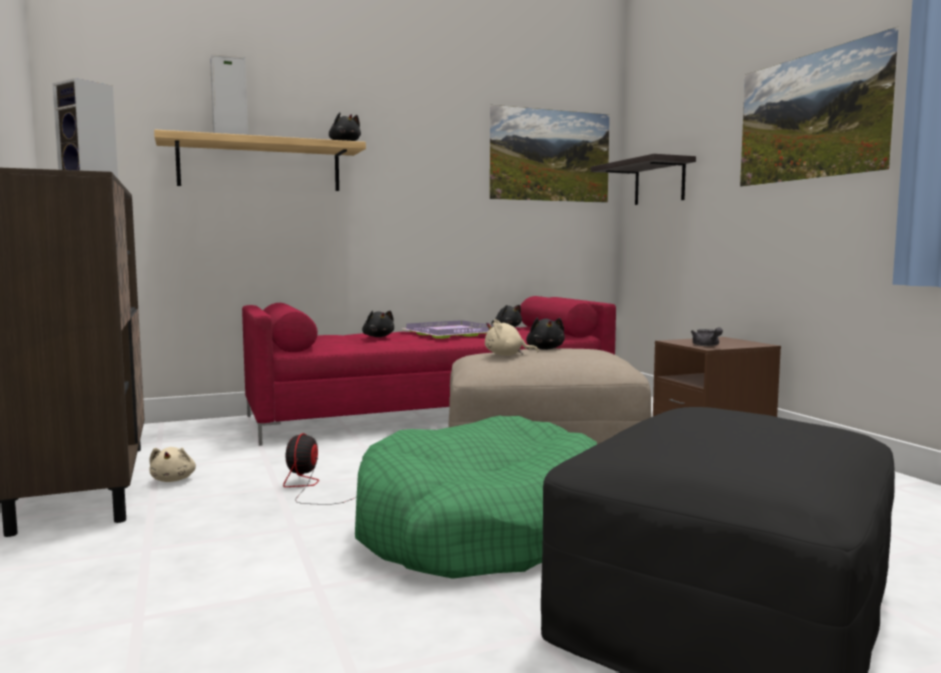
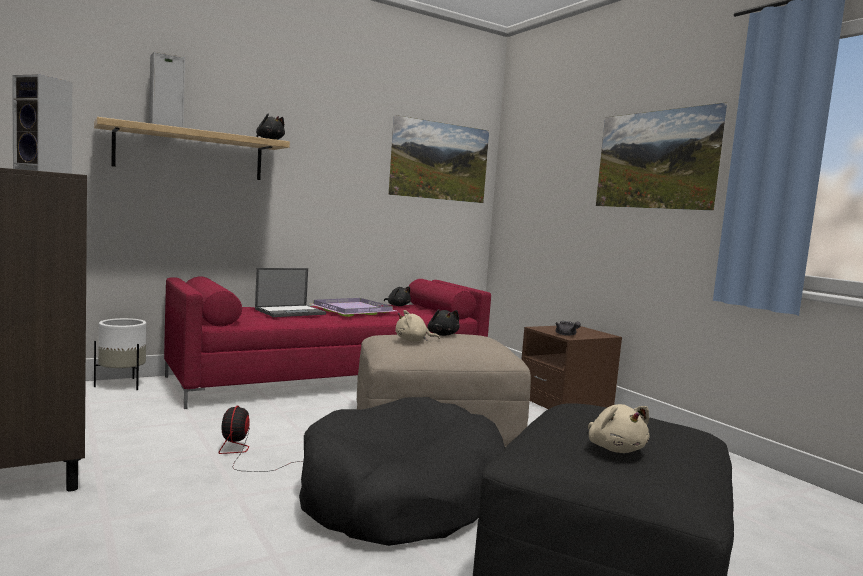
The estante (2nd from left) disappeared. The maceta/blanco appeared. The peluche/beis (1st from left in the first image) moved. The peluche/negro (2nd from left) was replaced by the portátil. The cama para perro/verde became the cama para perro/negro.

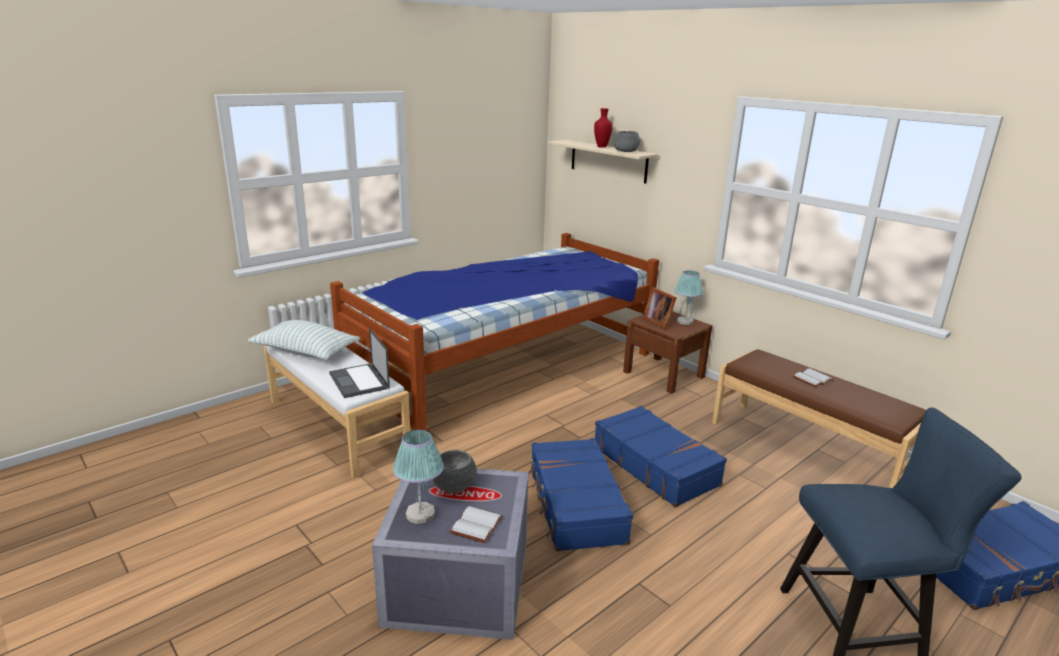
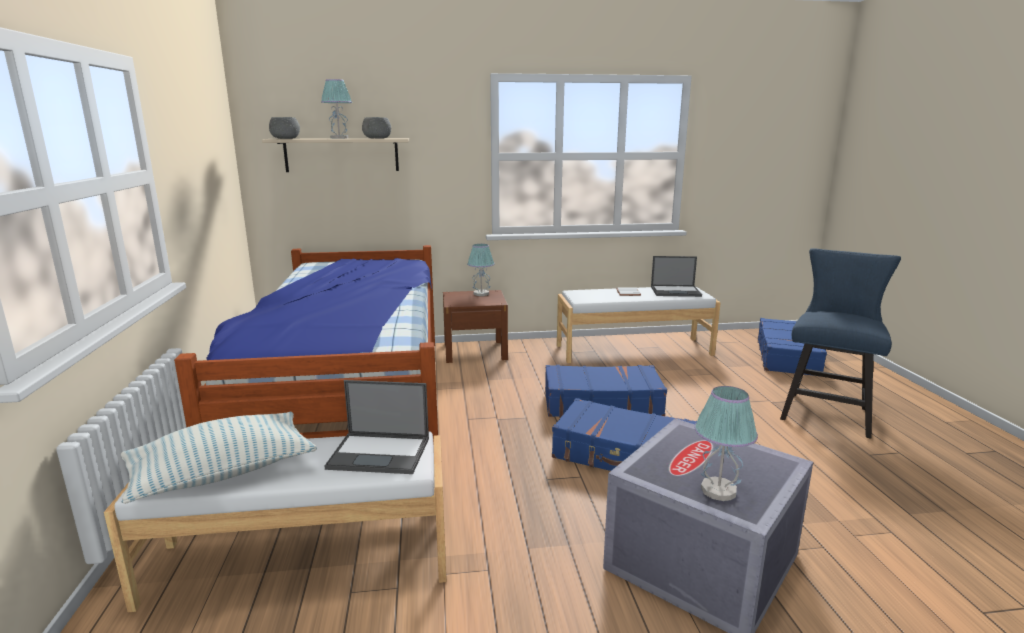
The libro/blanco (1st from left) disappeared. The portarretratos disappeared. The portátil (2nd from left) appeared. The cuenco/gris (1st from left) moved. The florero/rojo was replaced by the lámpara de mesa (1st from left). The banco/marrón became the banco/blanco (2nd from left).

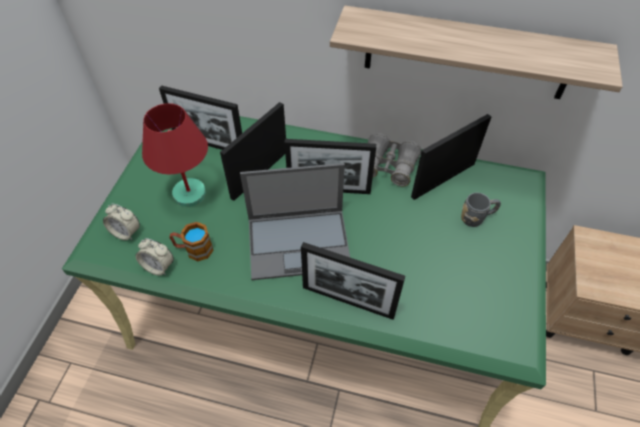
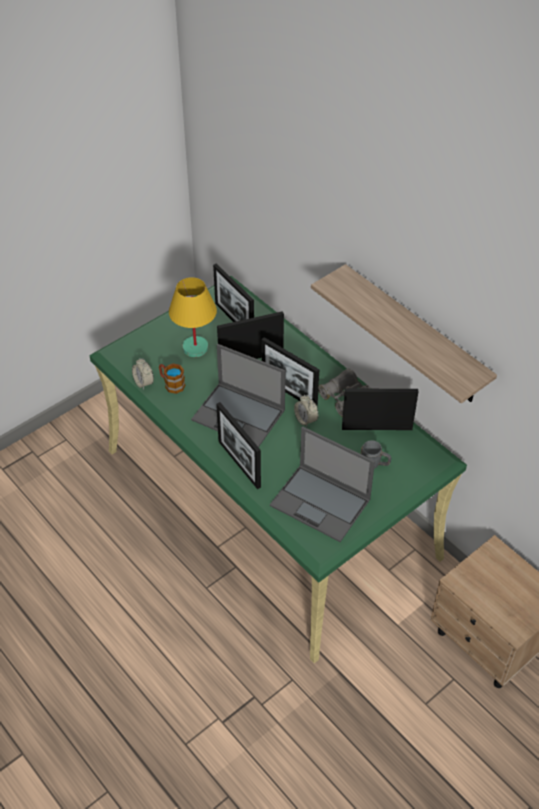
The portátil (2nd from left) appeared. The despertador (1st from left in the first image) moved. The lámpara de mesa/rojo became the lámpara de mesa/amarillo.

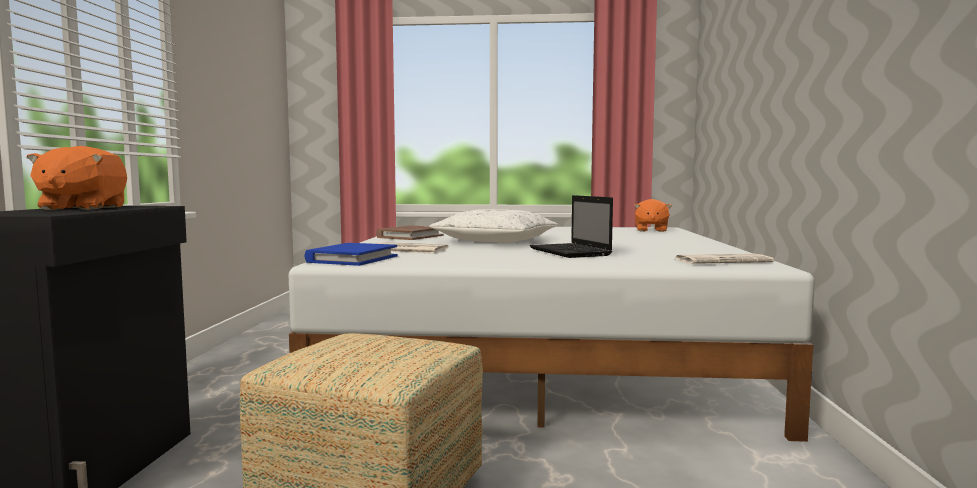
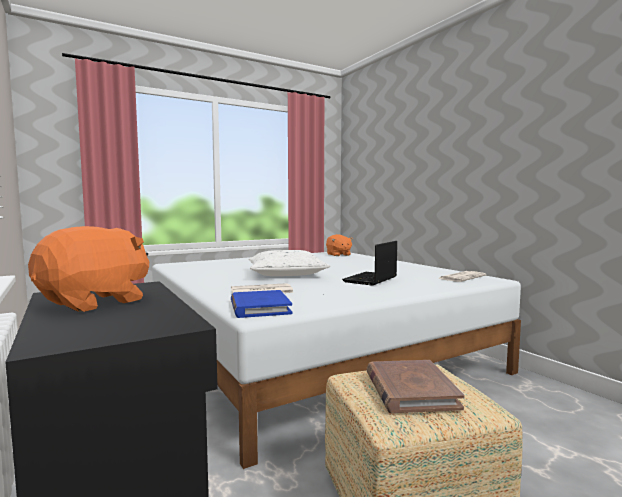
The libro/marrón moved. The peluche/naranja (1st from left) turned 105 degrees counterclockwise. The portátil turned 90 degrees clockwise.

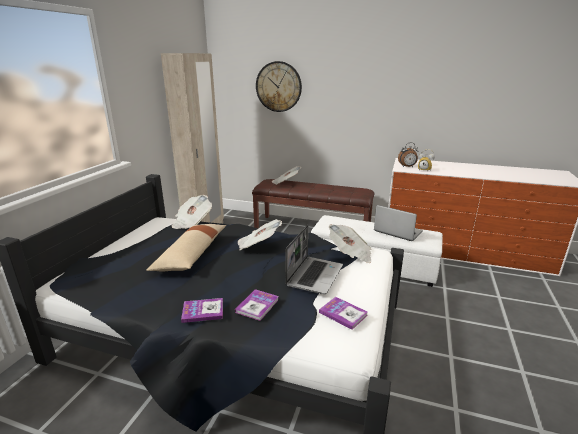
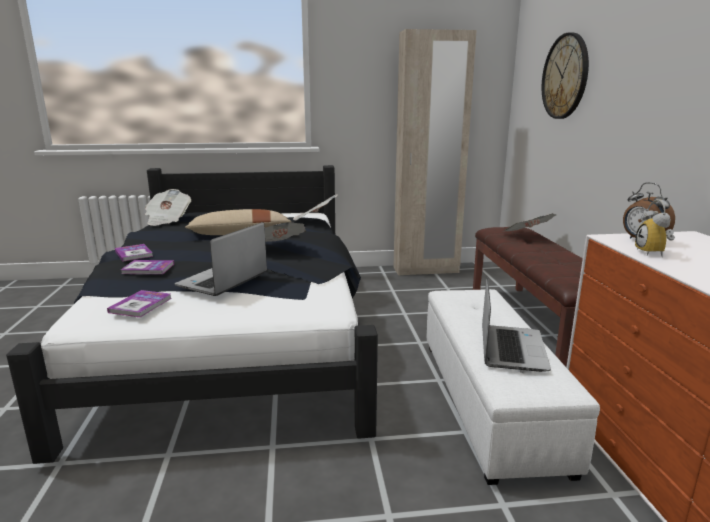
The periódico (4th from left in the first image) moved. The portátil (1st from left) turned 120 degrees clockwise.

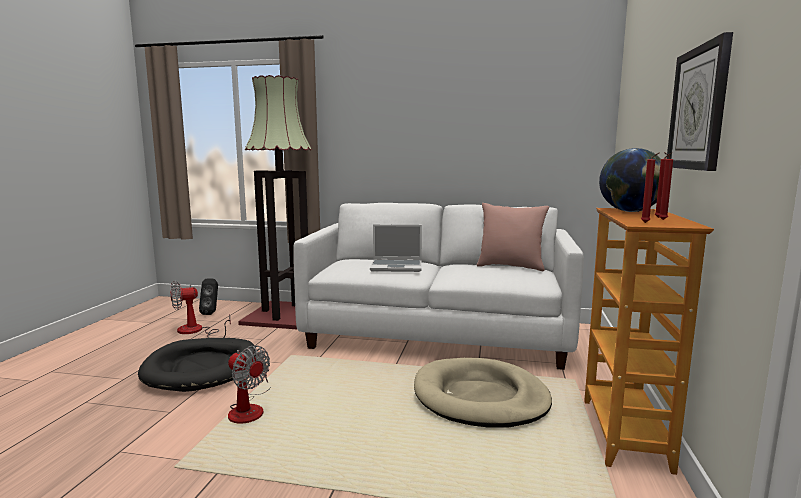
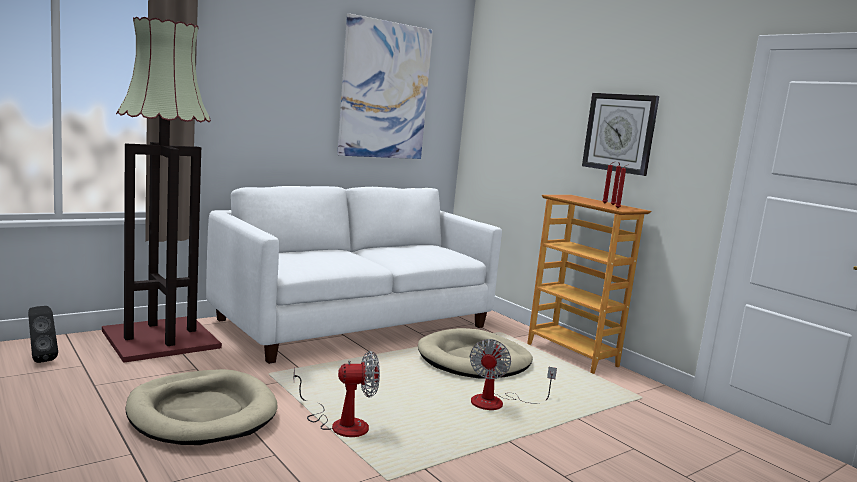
The portátil disappeared. The cojín/rosa disappeared. The globo terráqueo disappeared. The cuadro appeared. The ventilador (1st from left in the first image) moved. The cama para perro/negro became the cama para perro/beis (1st from left).

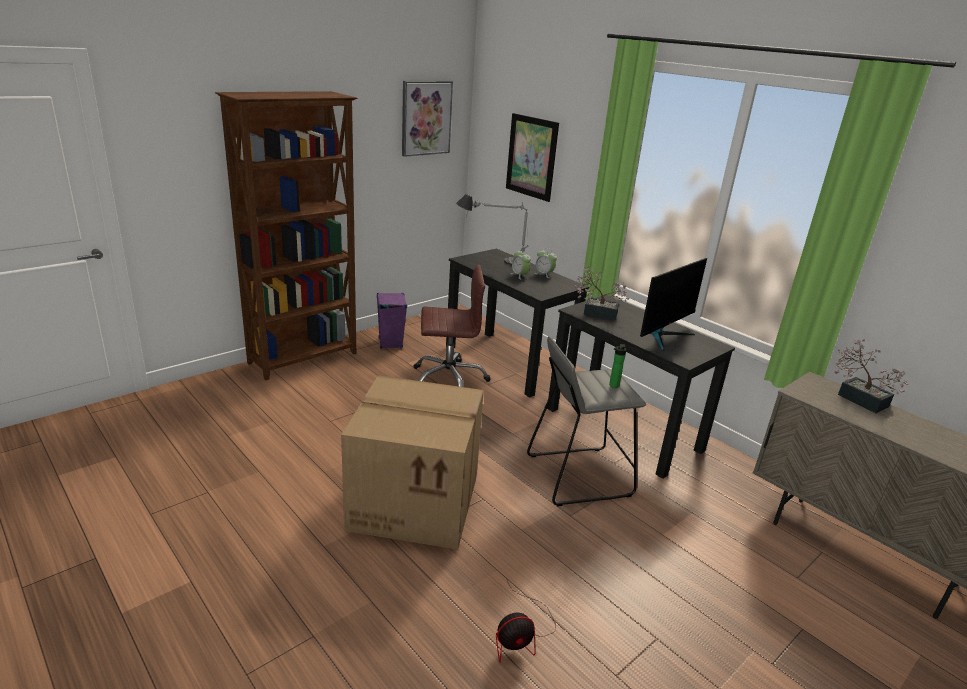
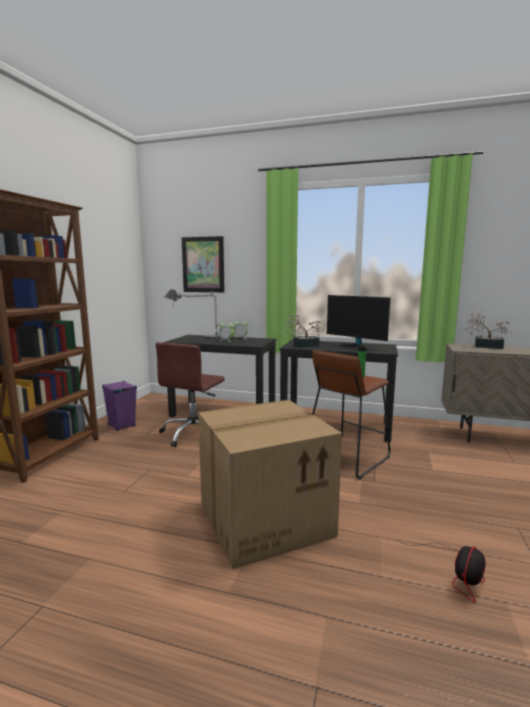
The cuadro (1st from left) disappeared. The taburete/gris became the taburete/marrón. The silla de oficina/marrón turned 150 degrees clockwise. The monitor turned 120 degrees clockwise.

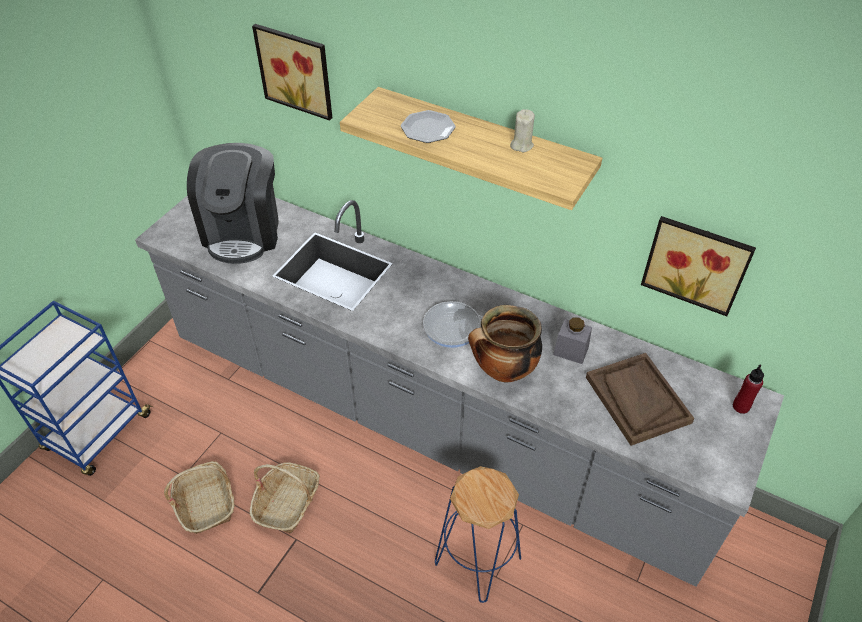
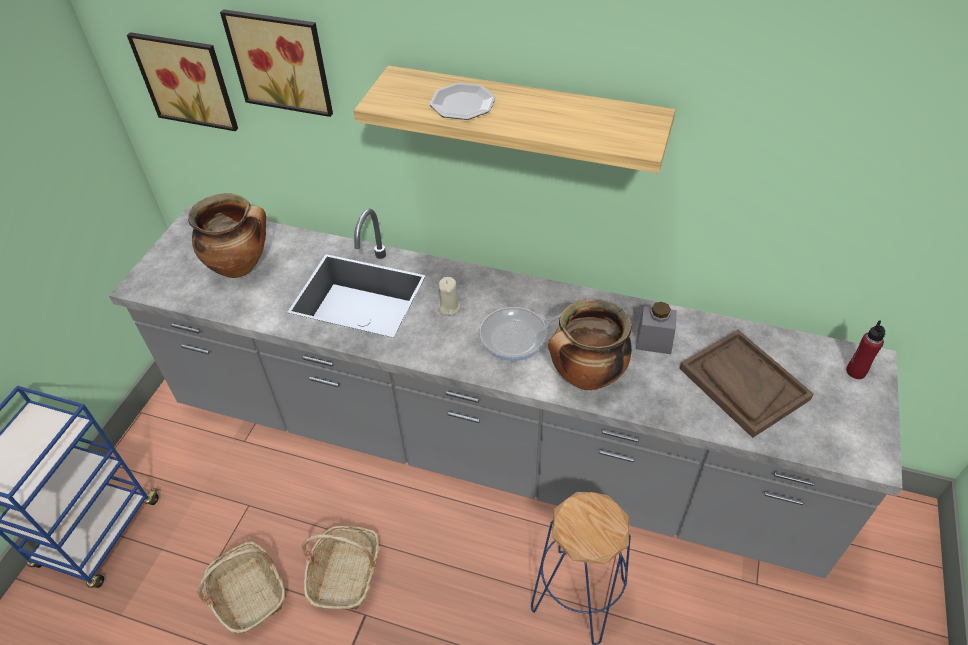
The vela/beis moved. The cuadro (2nd from left in the first image) moved. The cafetera was replaced by the olla (1st from left).

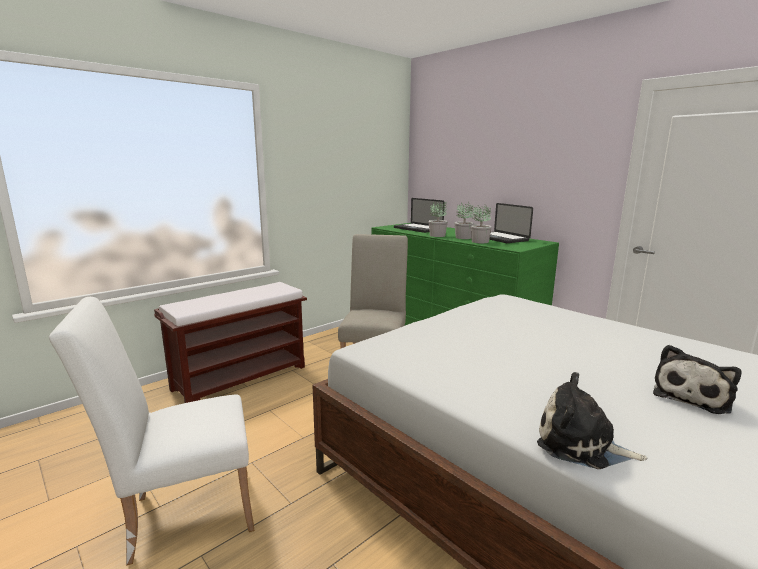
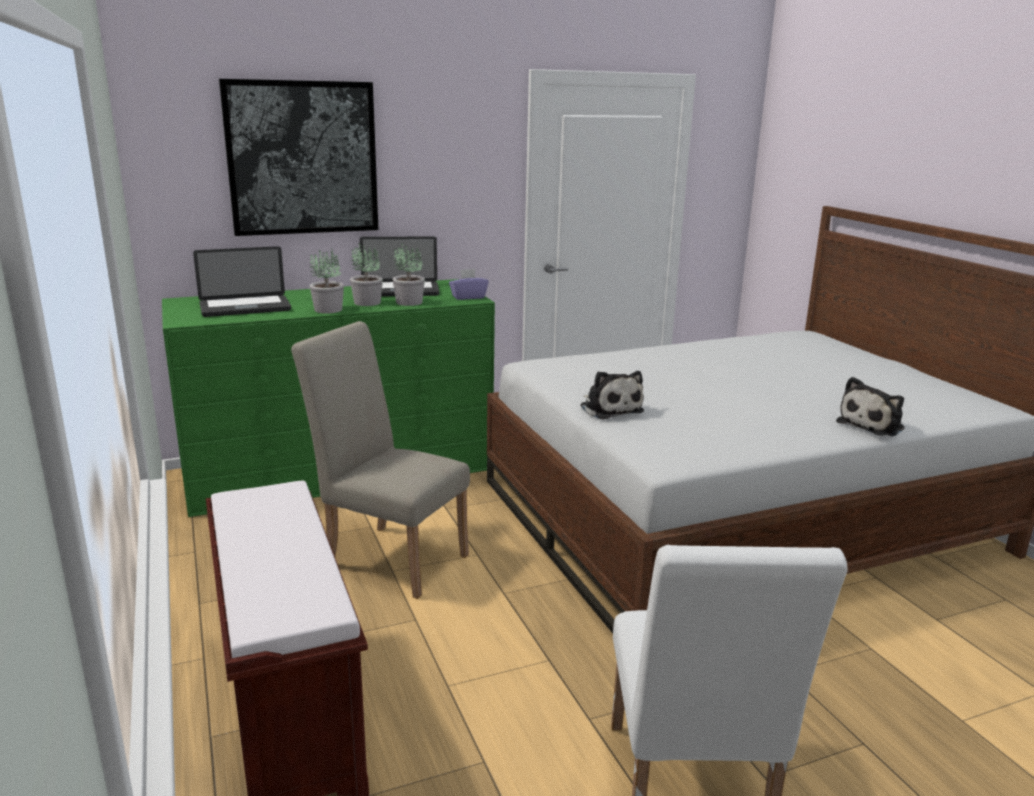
The cuadro appeared. The caja de pañuelos/morado appeared. The peluche (2nd from left in the first image) moved.

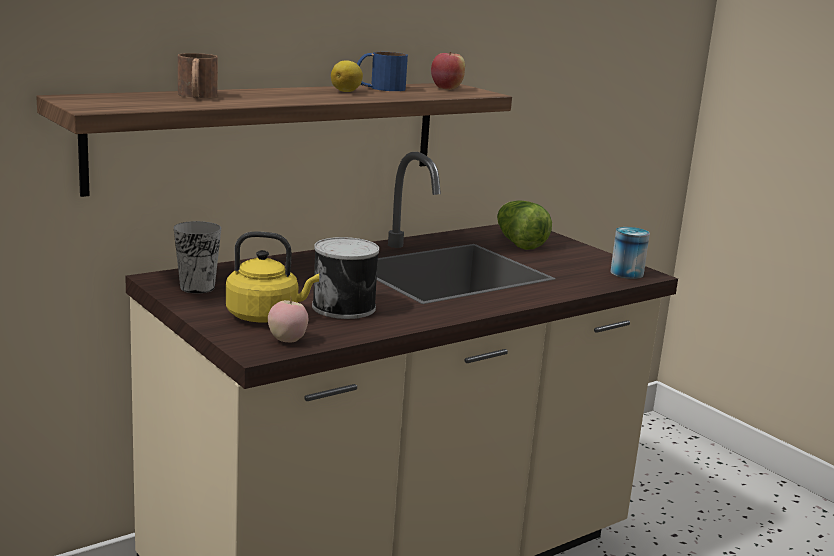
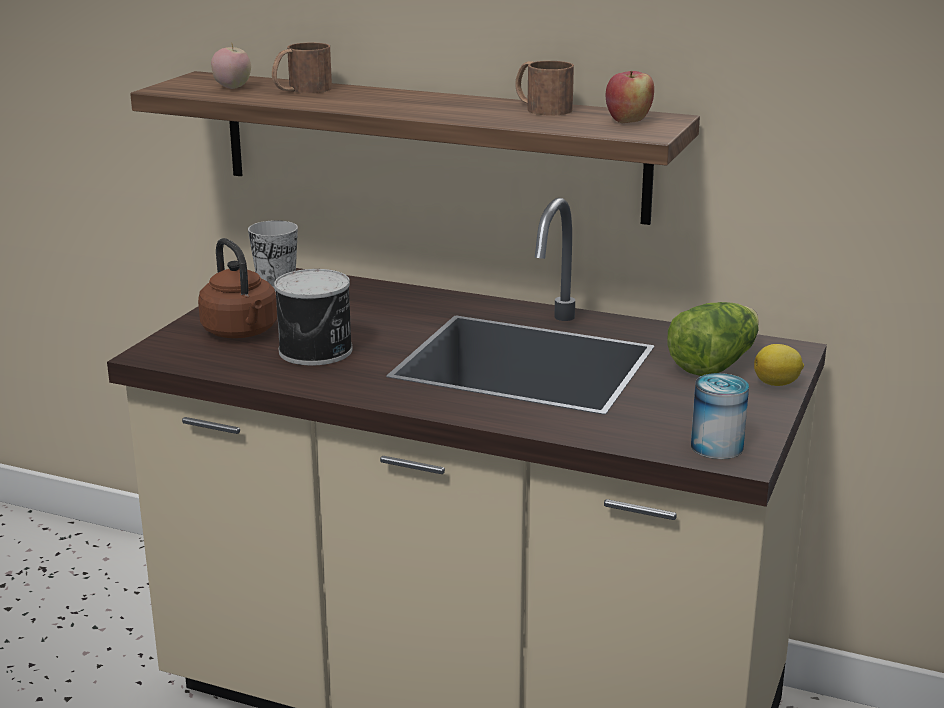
The manzana (1st from left) moved. The limón moved. The hervidor/amarillo became the hervidor/marrón. The taza grande/azul became the taza grande/marrón (2nd from left).

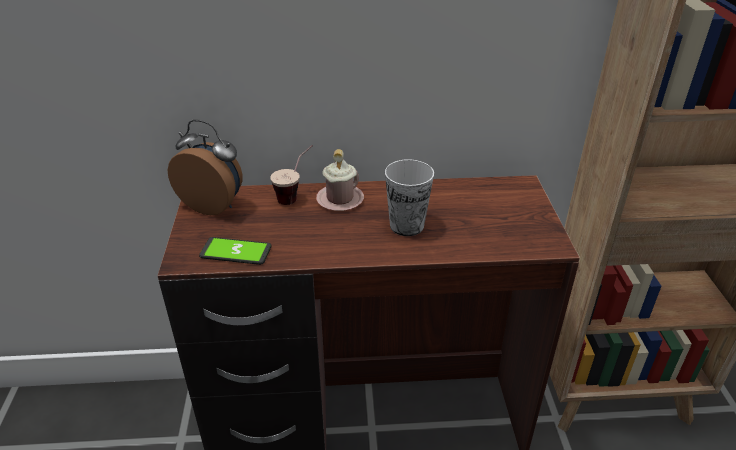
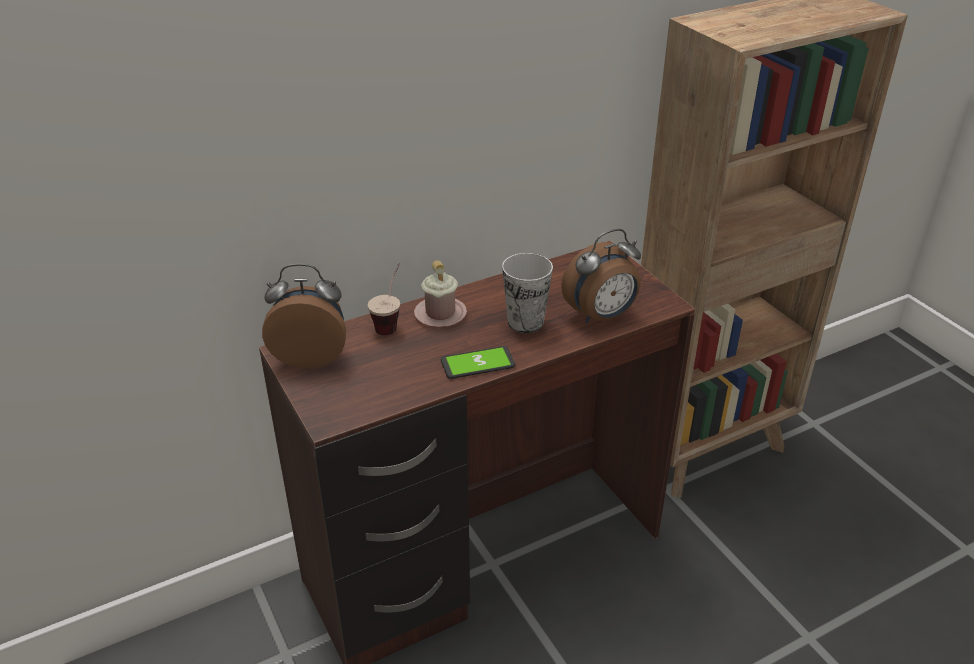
The despertador (2nd from left) appeared. The móvil moved.

